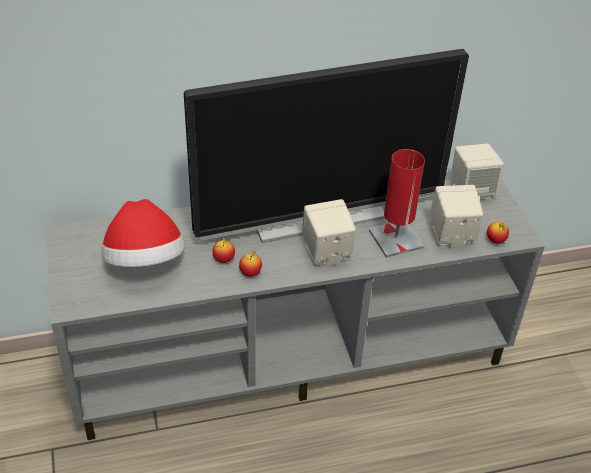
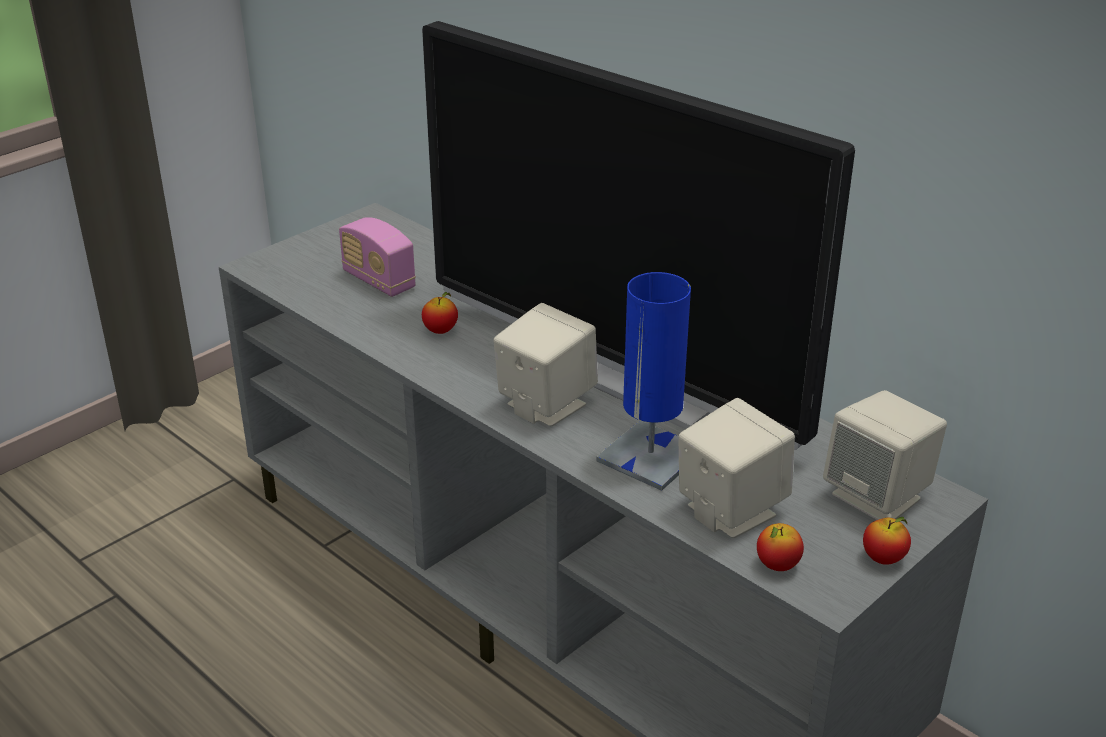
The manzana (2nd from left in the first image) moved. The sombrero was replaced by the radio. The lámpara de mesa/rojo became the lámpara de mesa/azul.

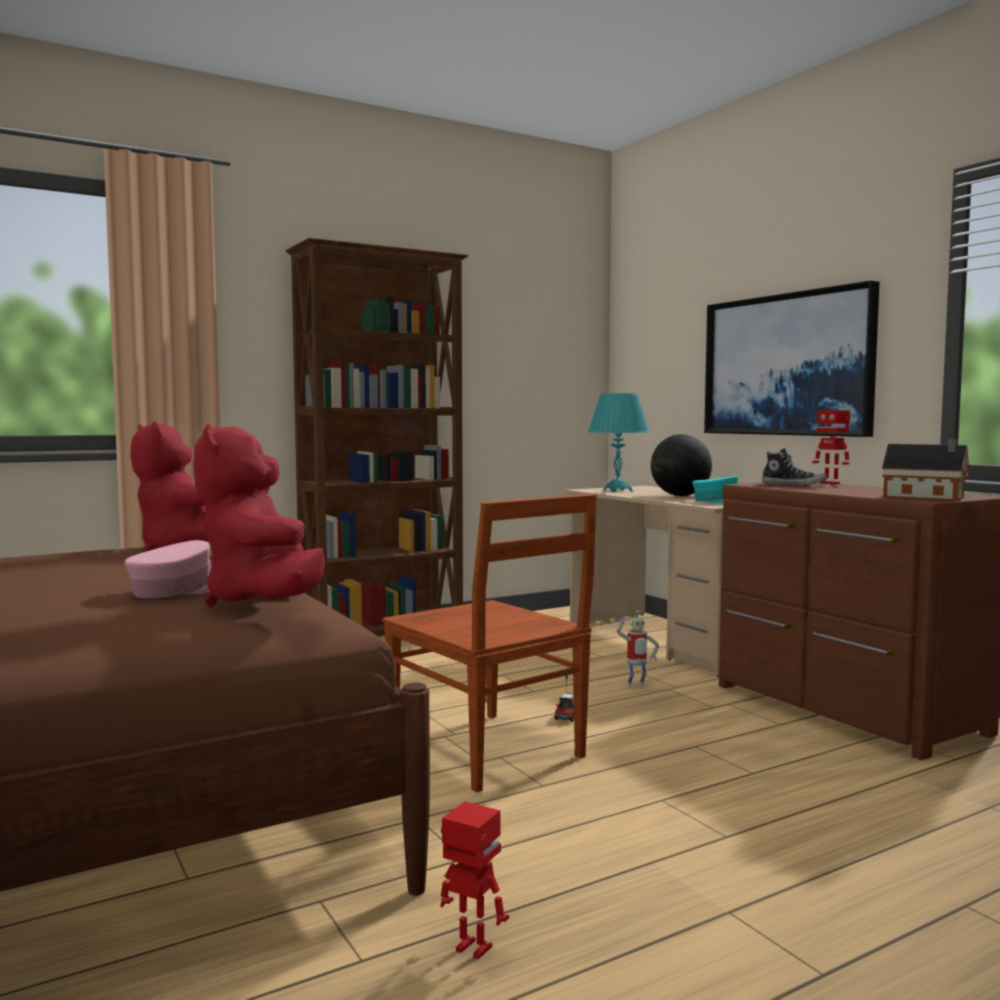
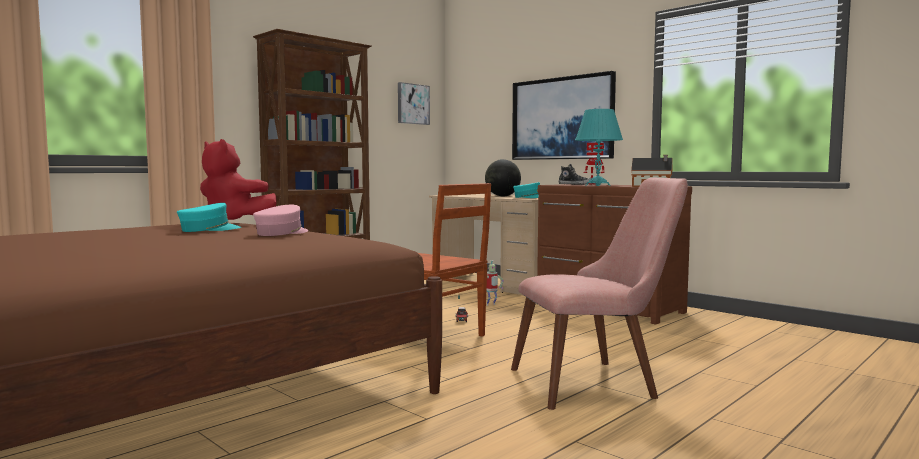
The peluche/rojo (2nd from left) disappeared. The robot de juguete (1st from left) disappeared. The gorra/turquesa (1st from left) appeared. The cuadro (1st from left) appeared. The silla/rosa appeared. The lámpara de mesa/turquesa moved.

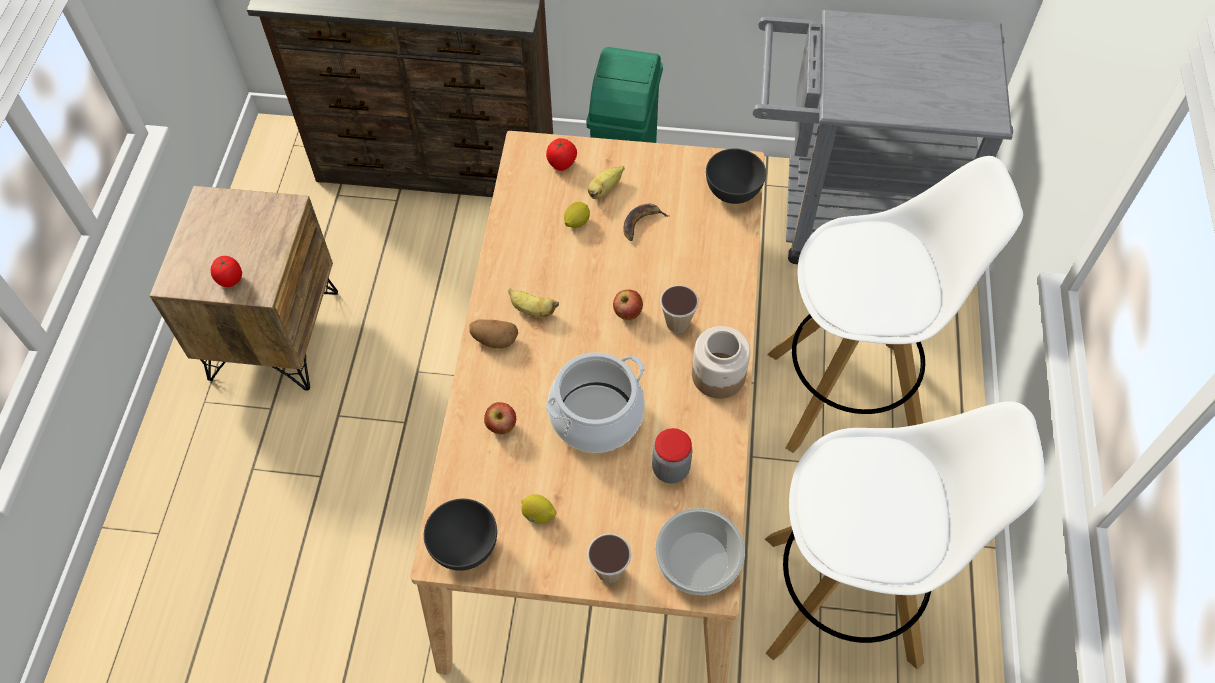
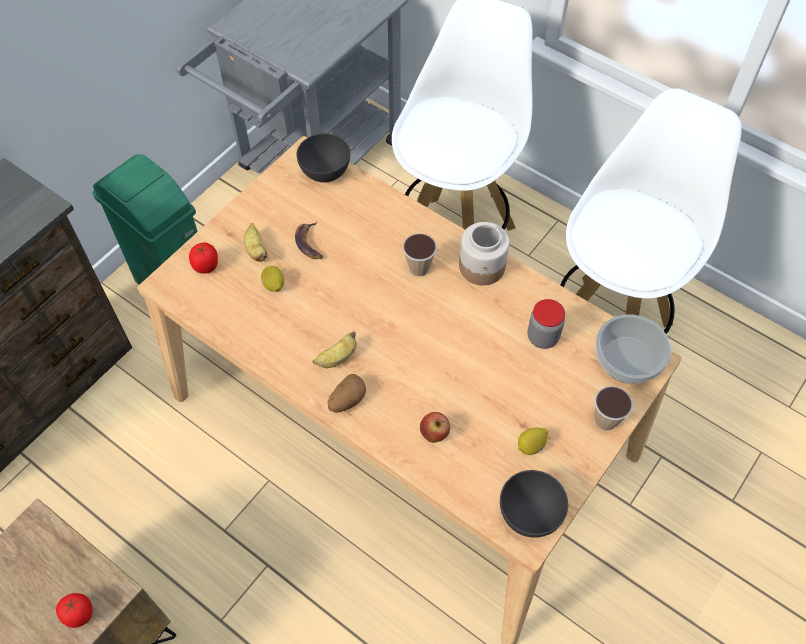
The olla disappeared. The manzana (2nd from left) disappeared.

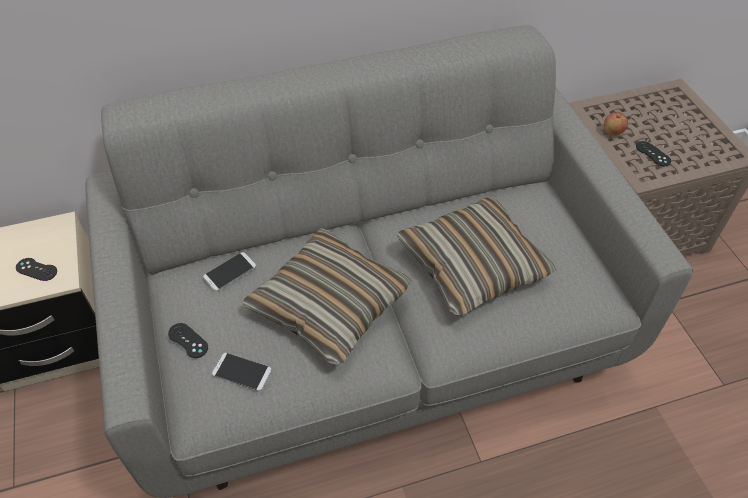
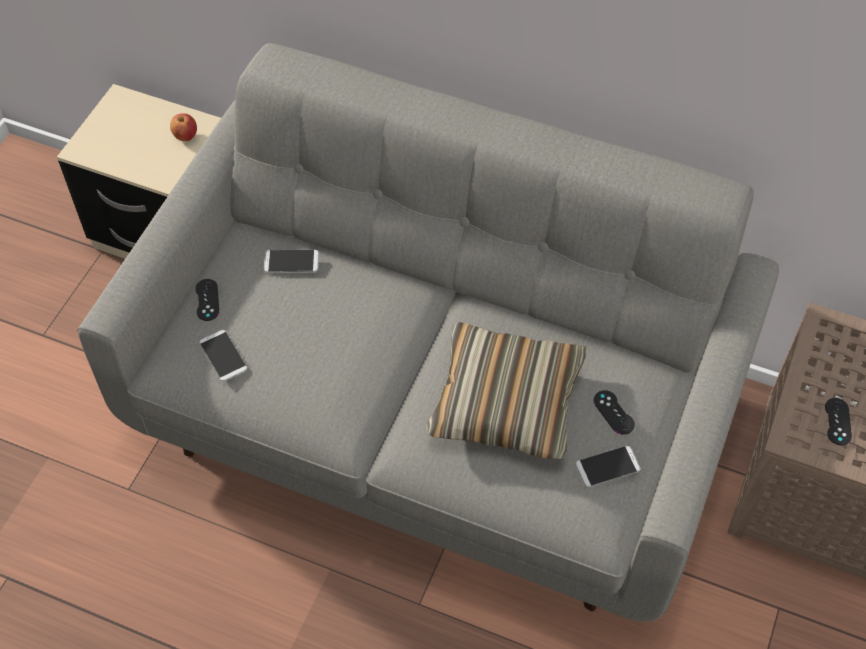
The cojín (1st from left) disappeared. The móvil (3rd from left) appeared. The mando de consola/negro (1st from left in the first image) moved. The manzana moved.

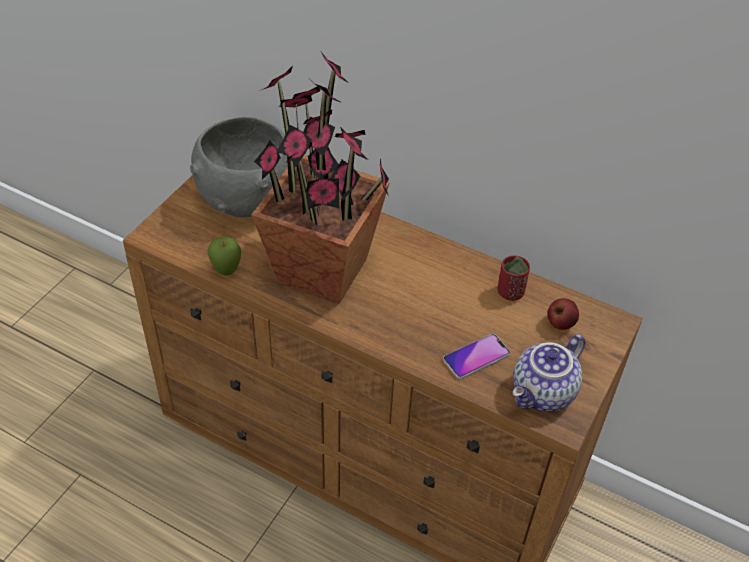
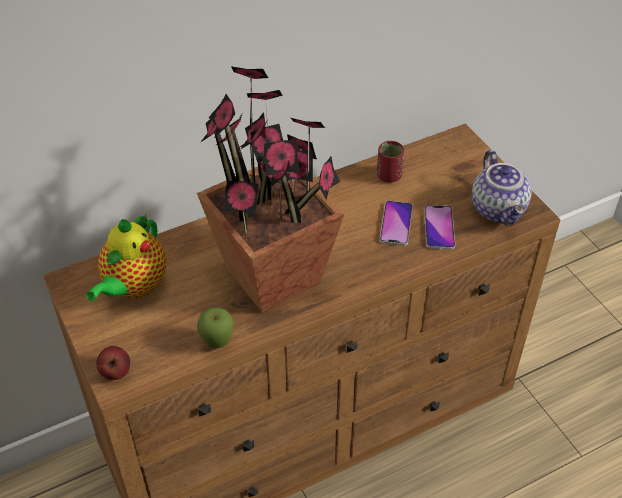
The móvil (1st from left) appeared. The manzana (2nd from left in the first image) moved. The cuenco/gris was replaced by the tetera (1st from left).

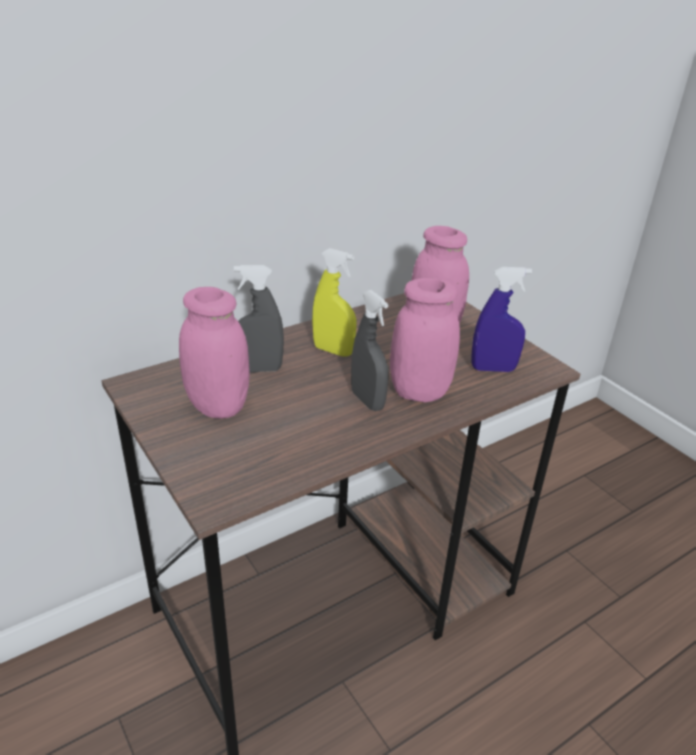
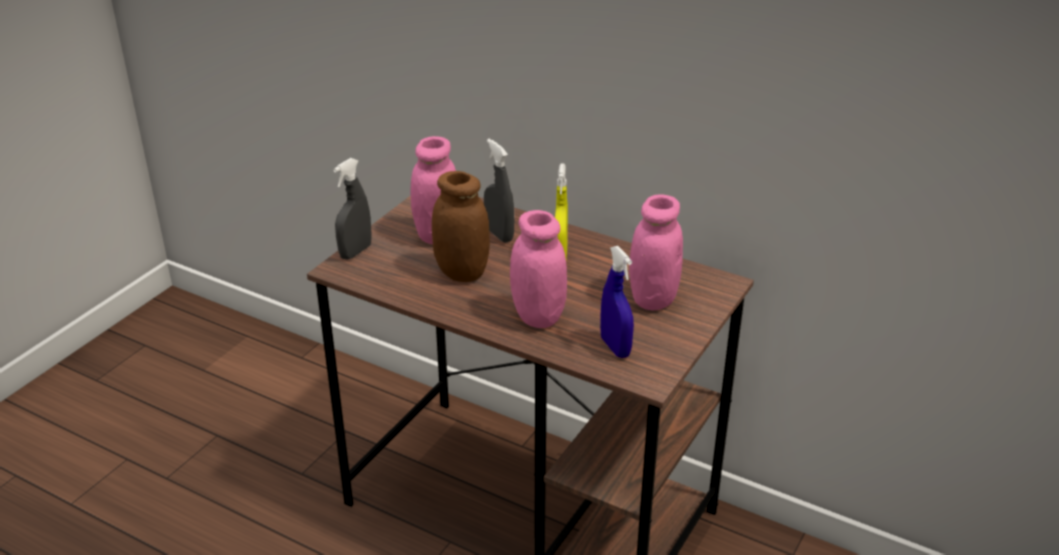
The tarro/marrón appeared. The pulverizador/gris (2nd from left in the first image) moved.

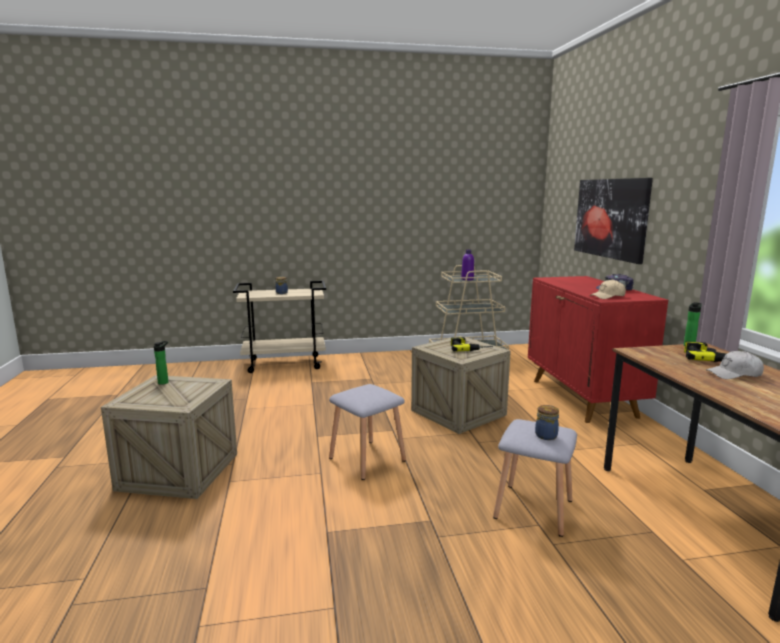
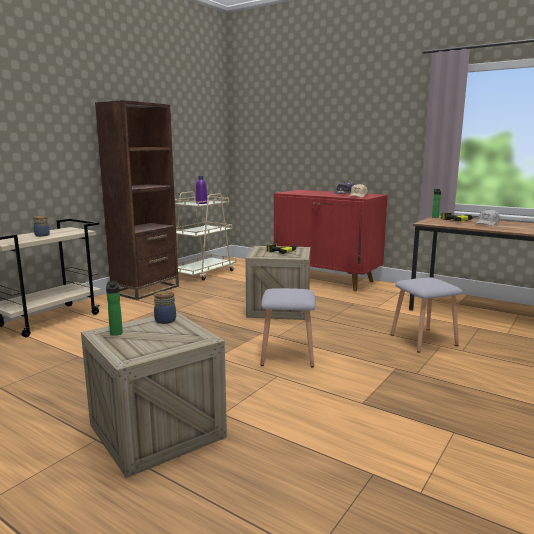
The cuadro disappeared. The estantería/marrón appeared. The tarro (2nd from left) moved.

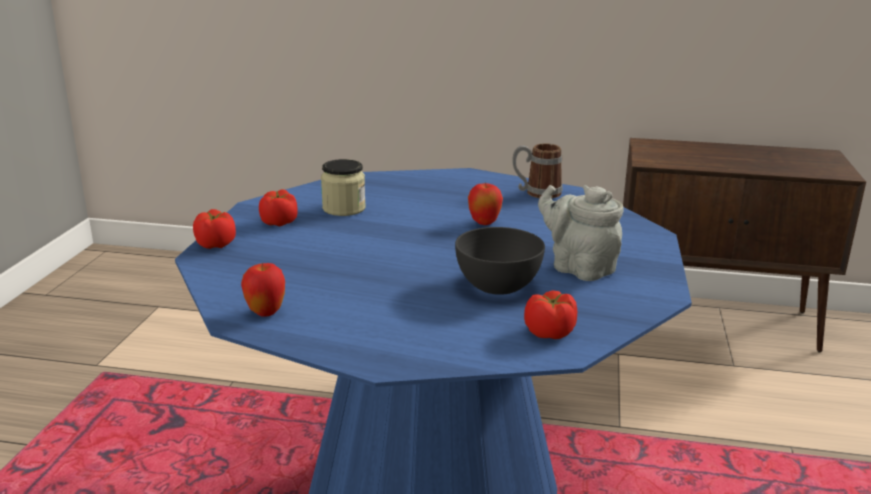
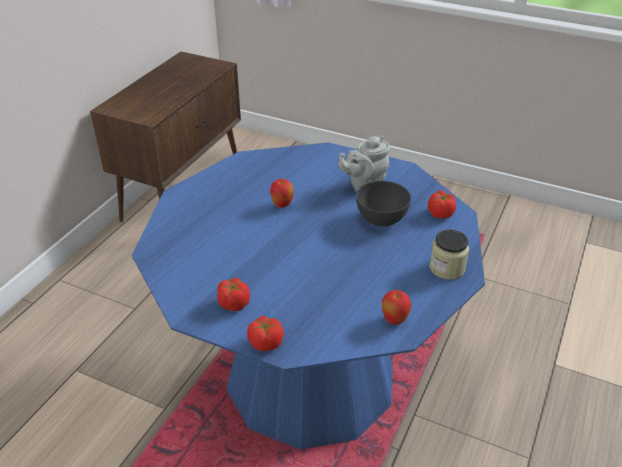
The taza grande disappeared. The tarro moved.

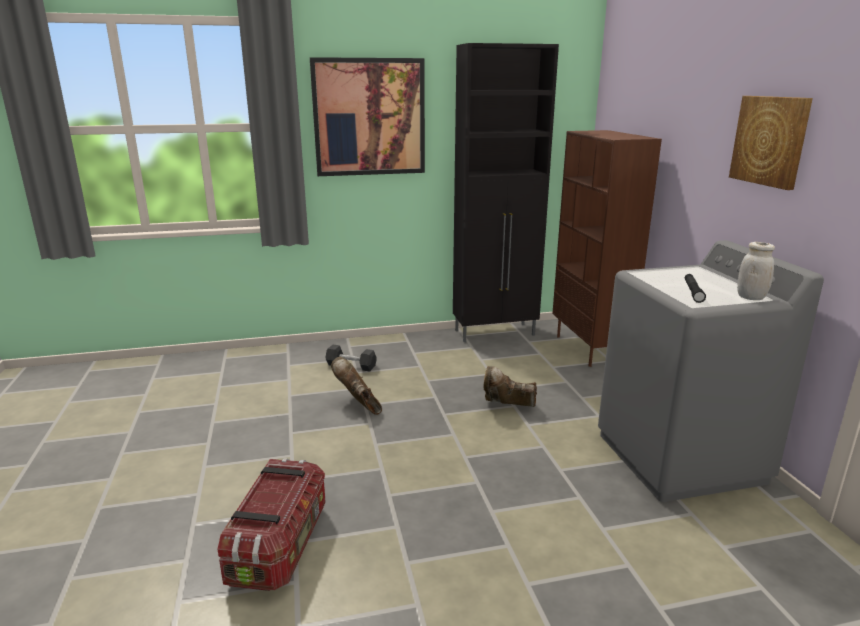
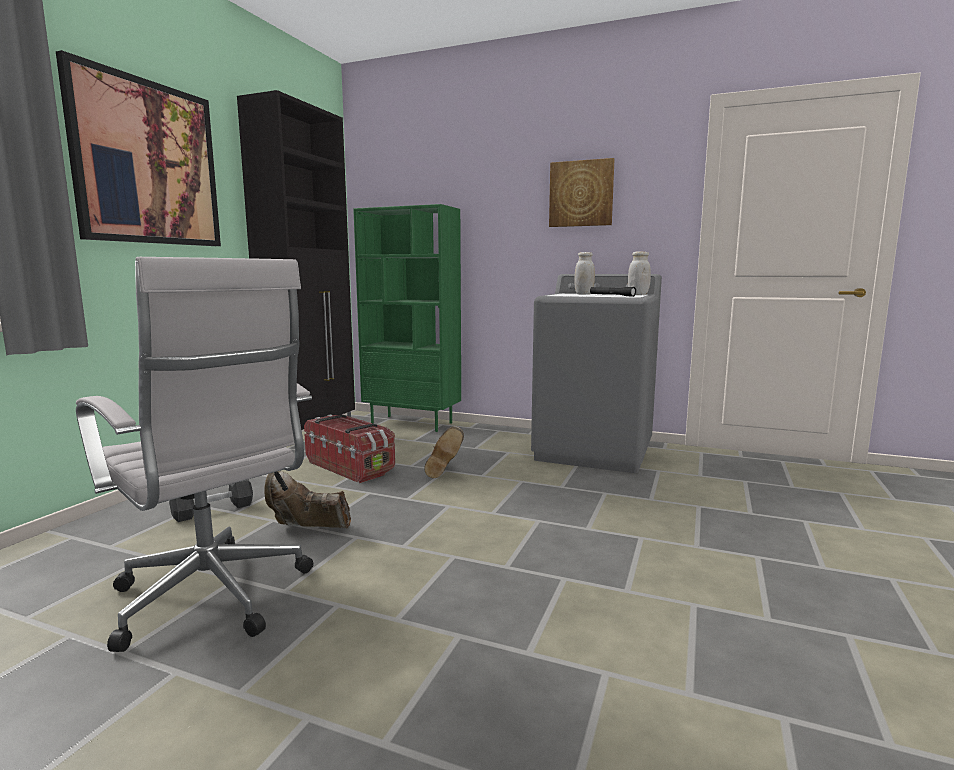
The silla de oficina/blanco appeared. The tarro/blanco (1st from left) appeared. The caja de almacenaje moved. The estantería/marrón became the estantería/verde. The bota/marrón (2nd from left) turned 45 degrees counterclockwise.

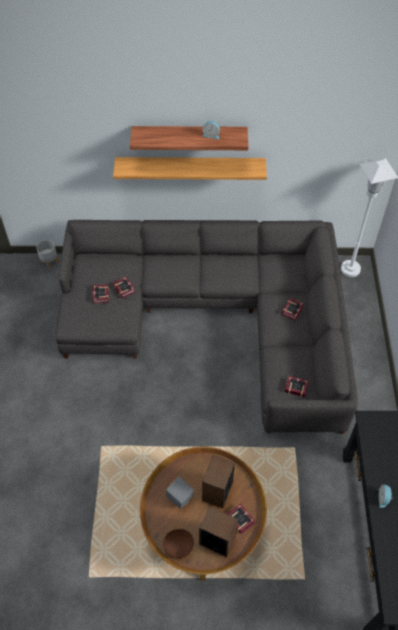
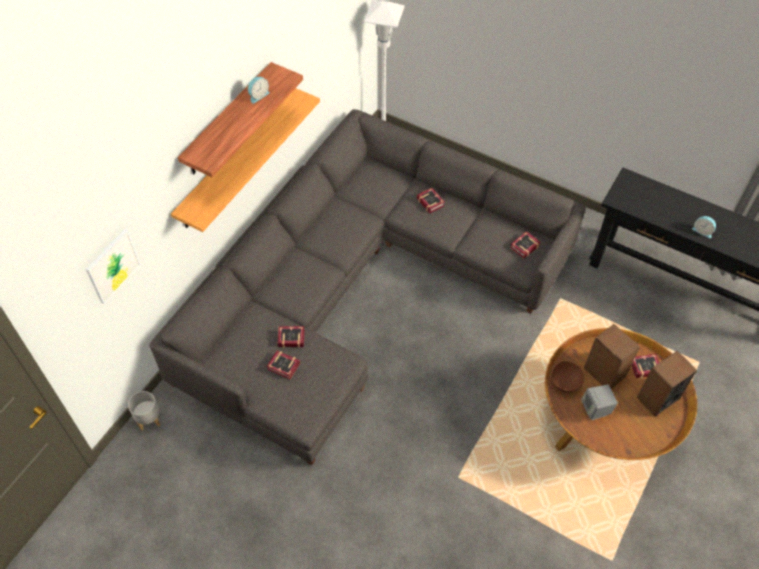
The cuadro appeared. The cuenco/marrón moved.

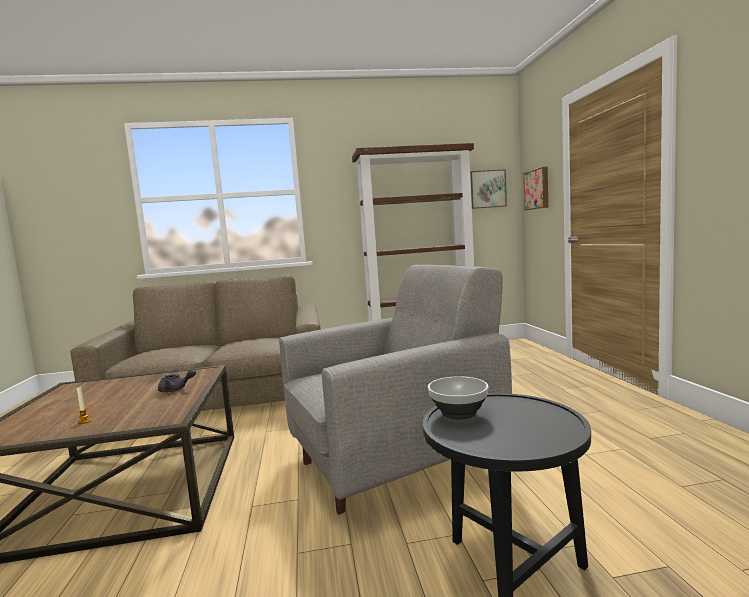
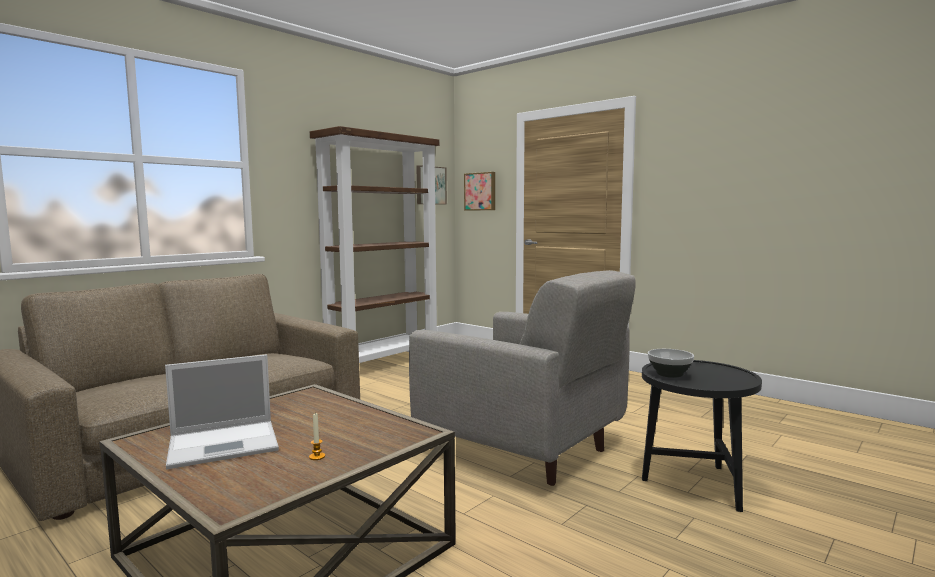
The tetera/gris disappeared. The portátil appeared. The sillón/gris turned 105 degrees clockwise.

